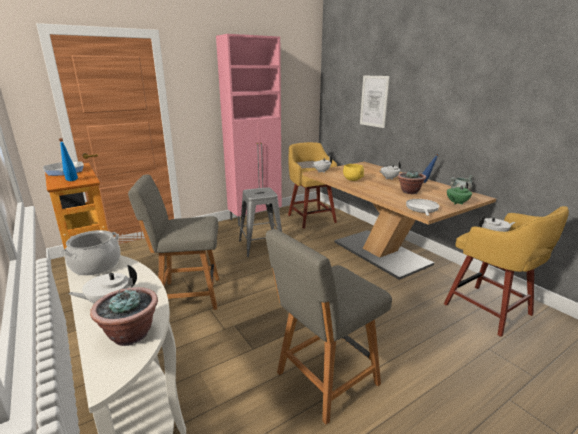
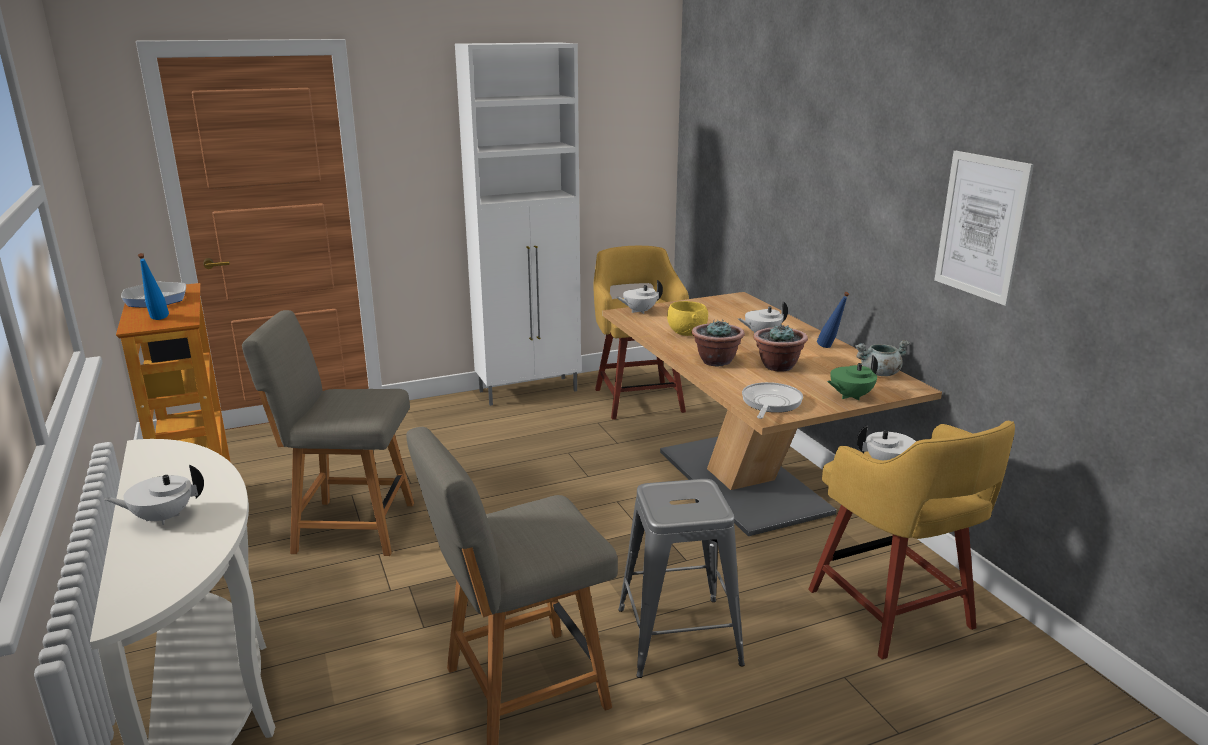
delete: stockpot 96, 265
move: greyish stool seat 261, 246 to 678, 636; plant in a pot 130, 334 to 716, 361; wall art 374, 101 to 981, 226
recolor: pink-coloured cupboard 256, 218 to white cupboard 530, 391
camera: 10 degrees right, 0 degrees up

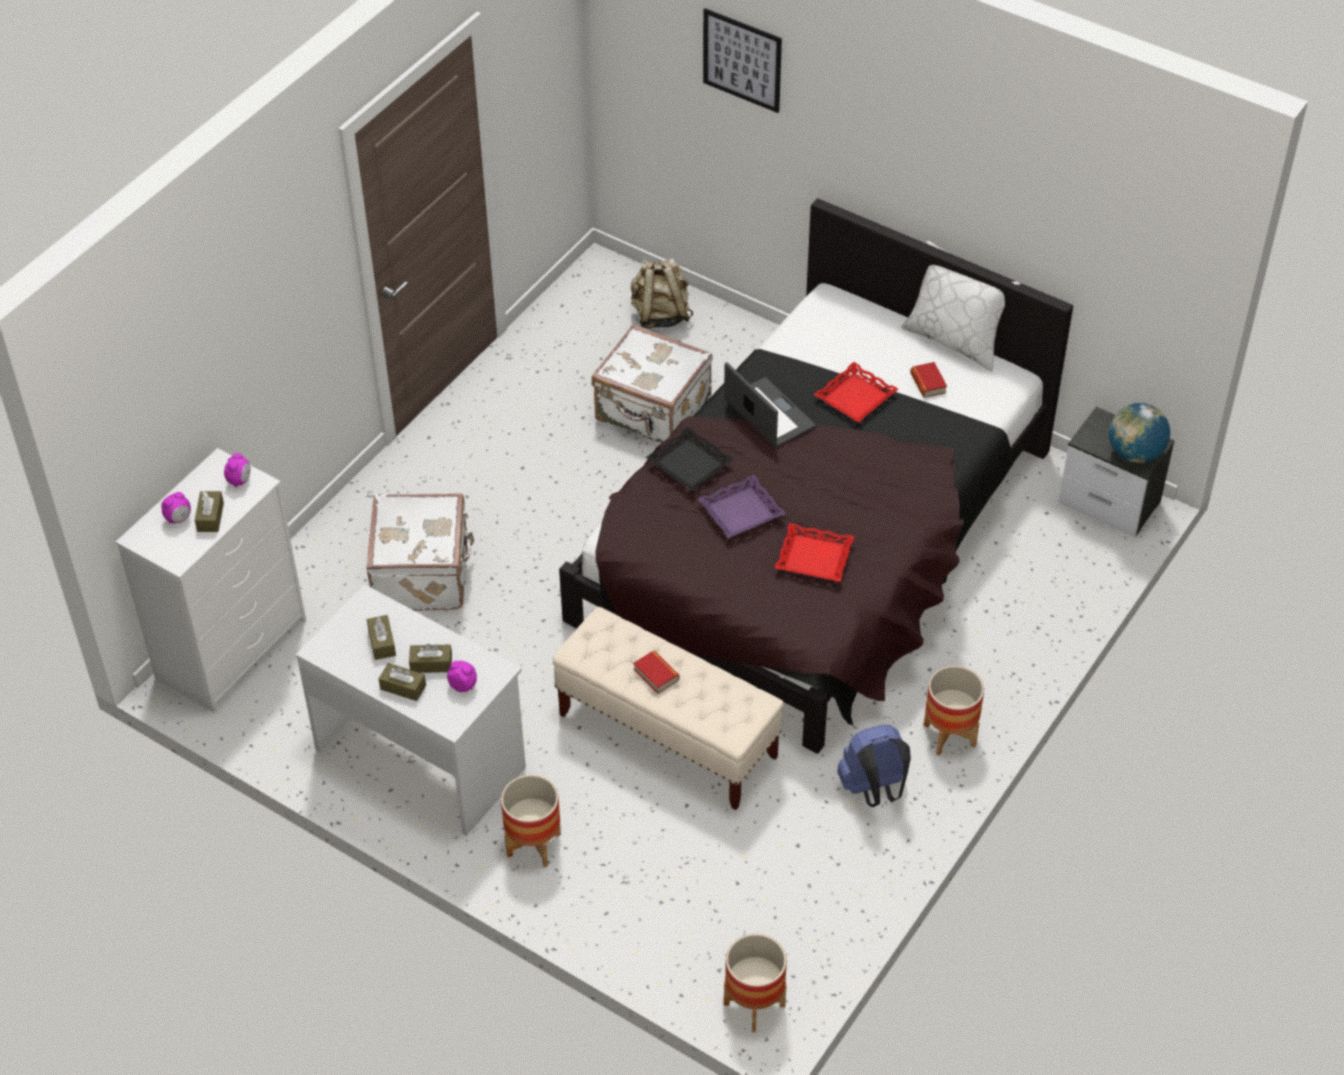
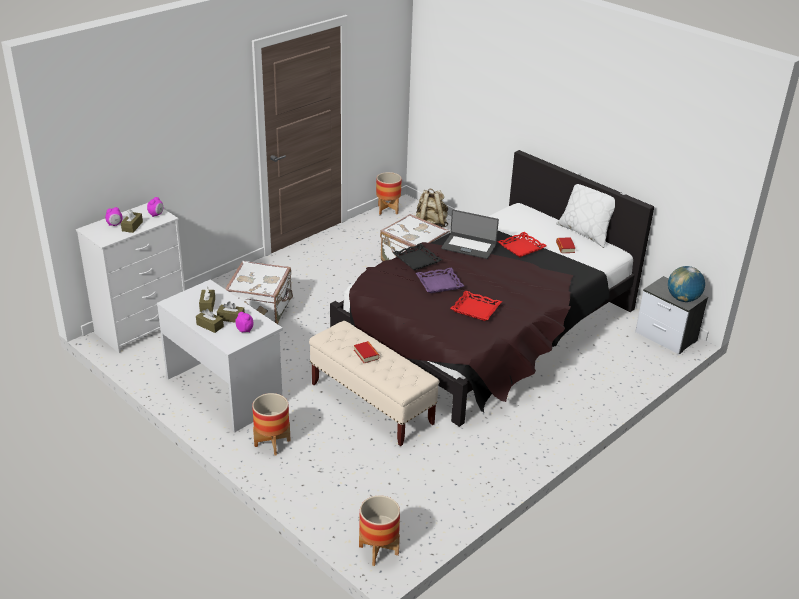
delete: wall art 742, 60; bluish backpack 874, 790
move: planter 949, 735 to 388, 210
rotate: portable computer 768, 414 = 469, 246 135 degrees clockwise
camera: 10 degrees right, 15 degrees down

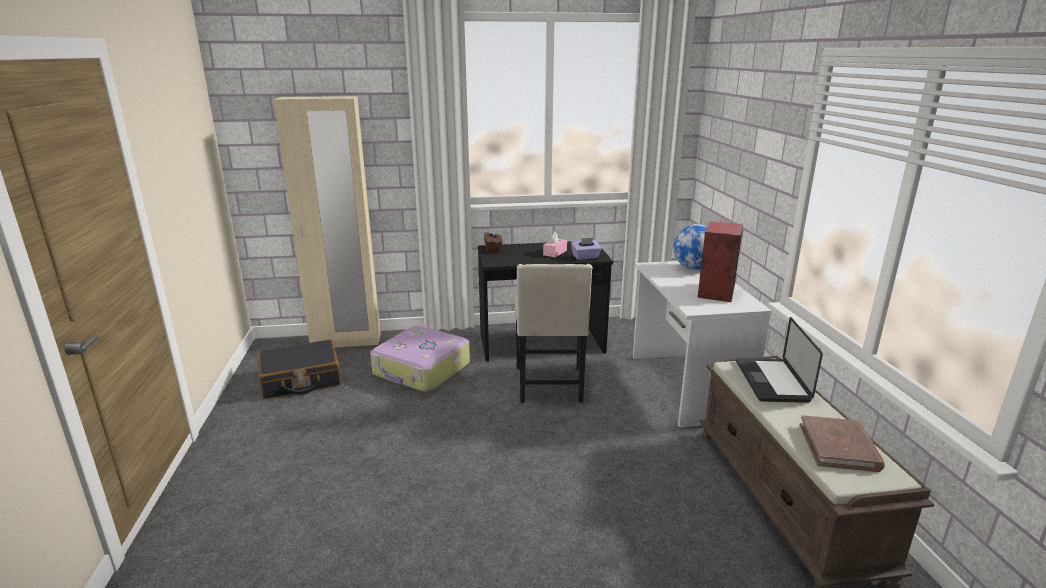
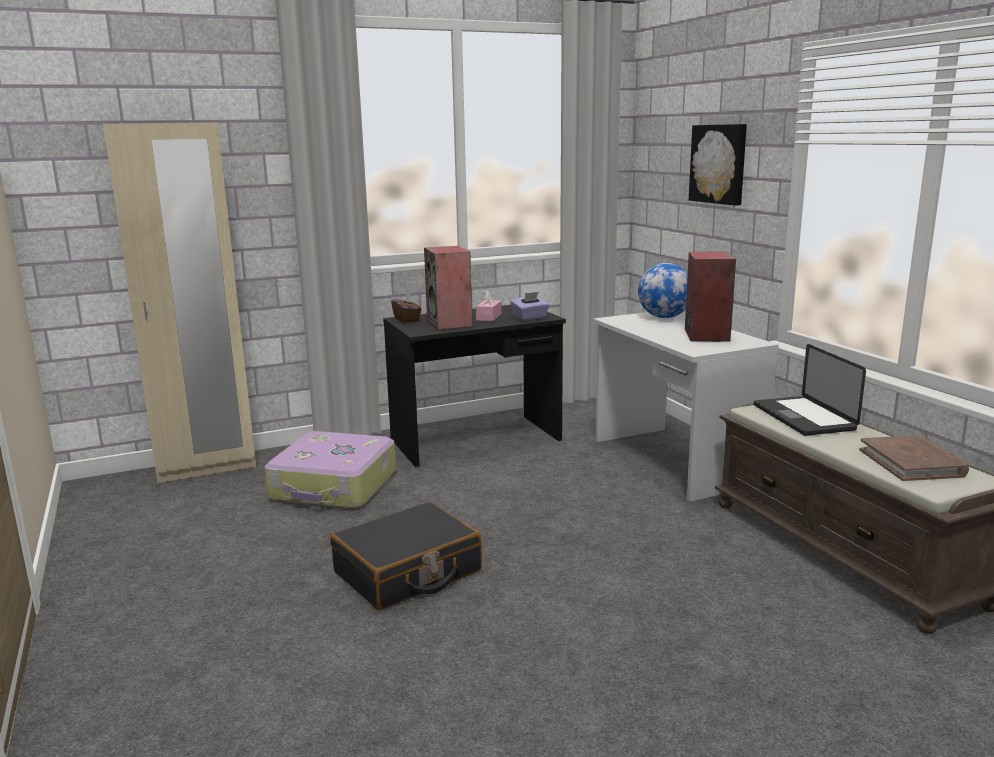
delete: sand-coloured plain chair 550, 385
insert: loudspeaker 450, 323; wall art 719, 164
move: blackish suitcase 301, 380 to 408, 572
camera: 15 degrees left, 5 degrees down

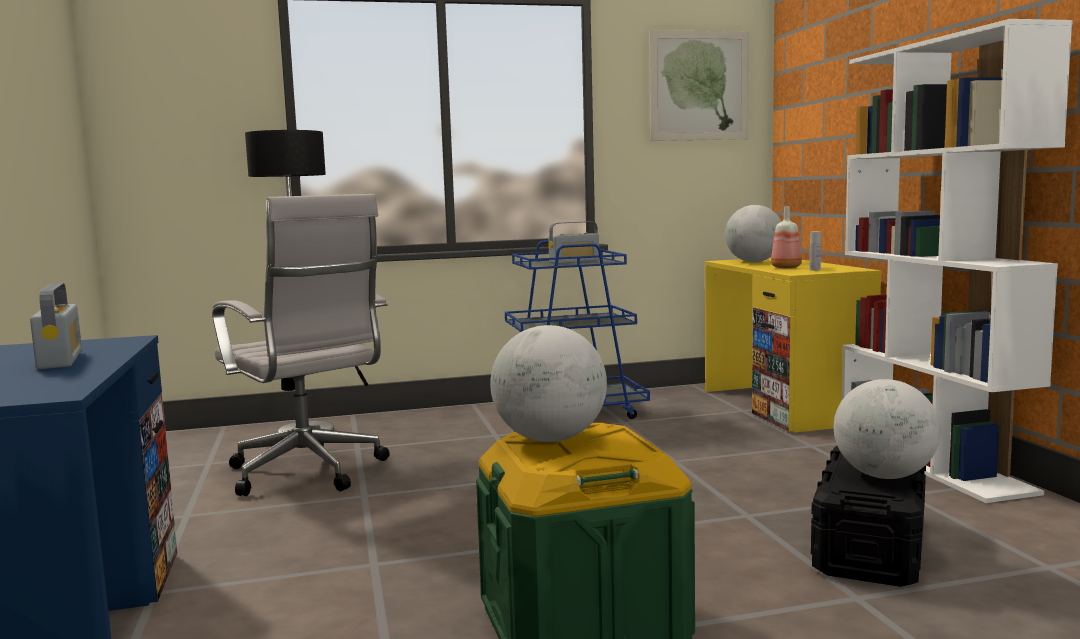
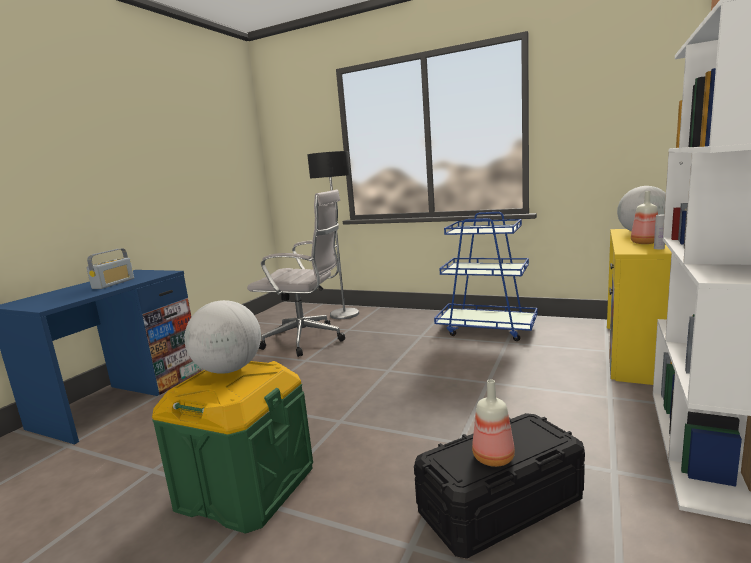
delete: radio set 574, 262; wall art 699, 86
replace: desk globe 884, 476 to drink bottle 494, 457
rotate: white desk chair 309, 473 = 307, 340 75 degrees counterclockwise
camera: 40 degrees right, 5 degrees up

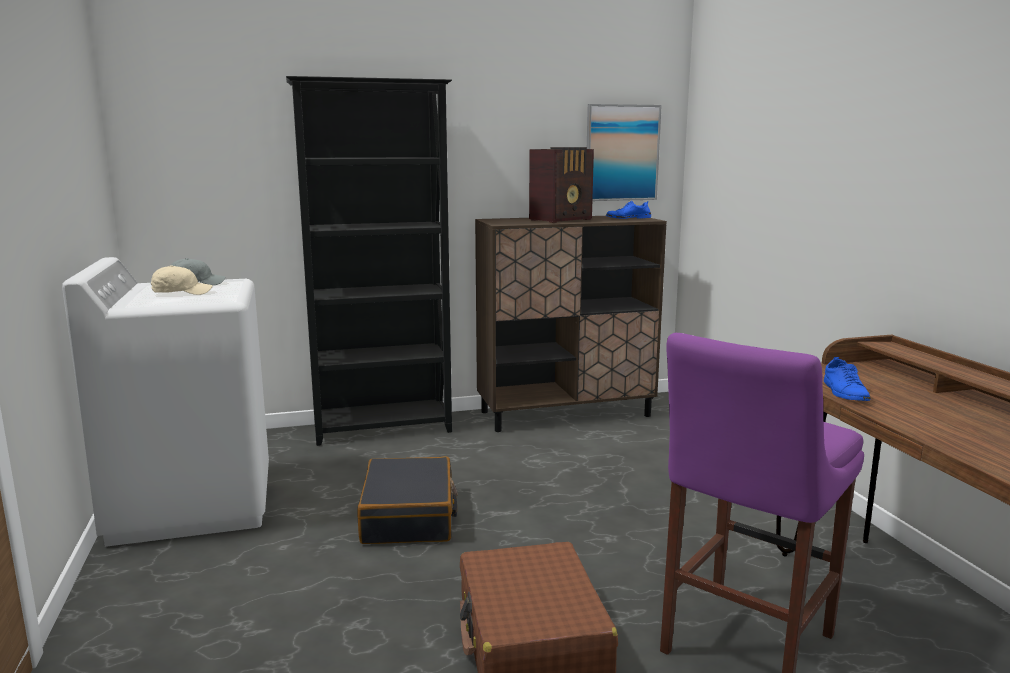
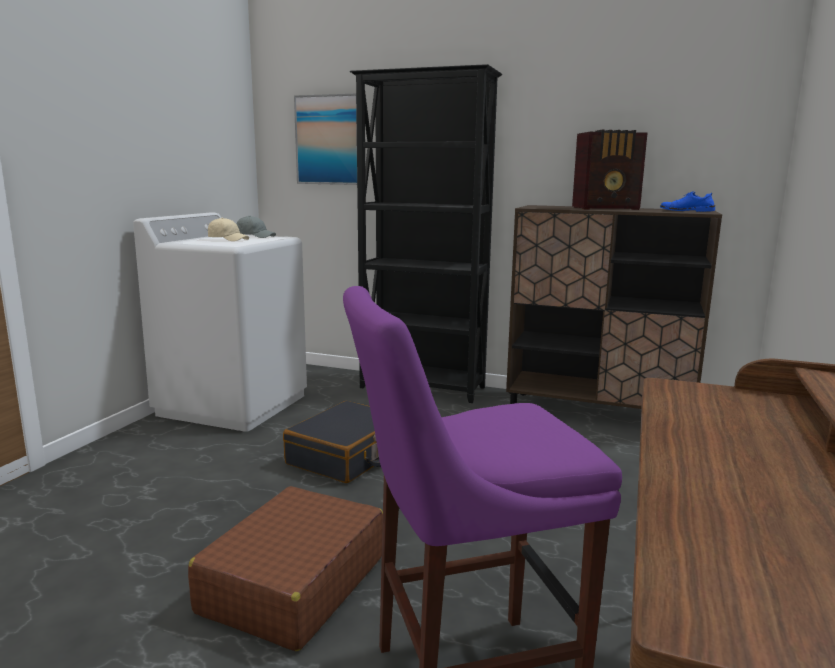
delete: bluish low shoe 845, 392
move: wall art 621, 153 to 328, 140
camera: 35 degrees right, 0 degrees up

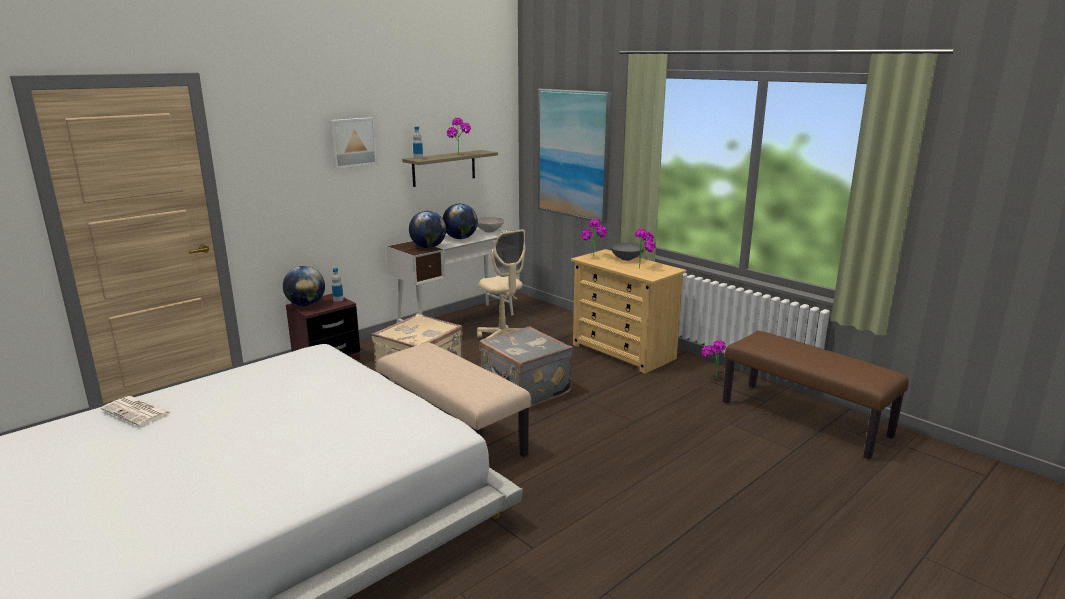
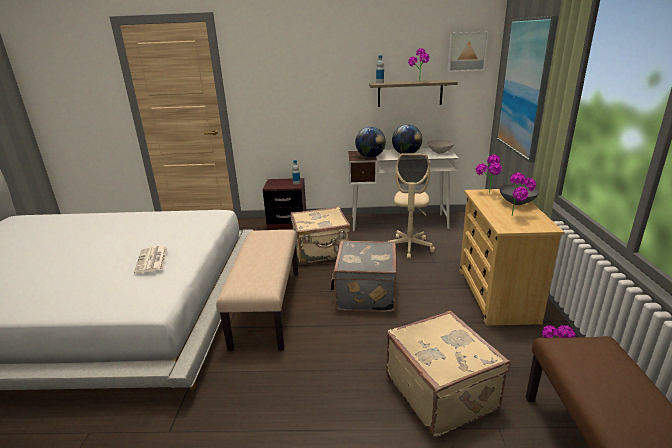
delete: desk globe 306, 305
insert: sand-coloured suitcase 441, 391
move: printed paper 137, 411 to 152, 260; wall art 352, 142 to 466, 51
camera: 45 degrees right, 5 degrees up

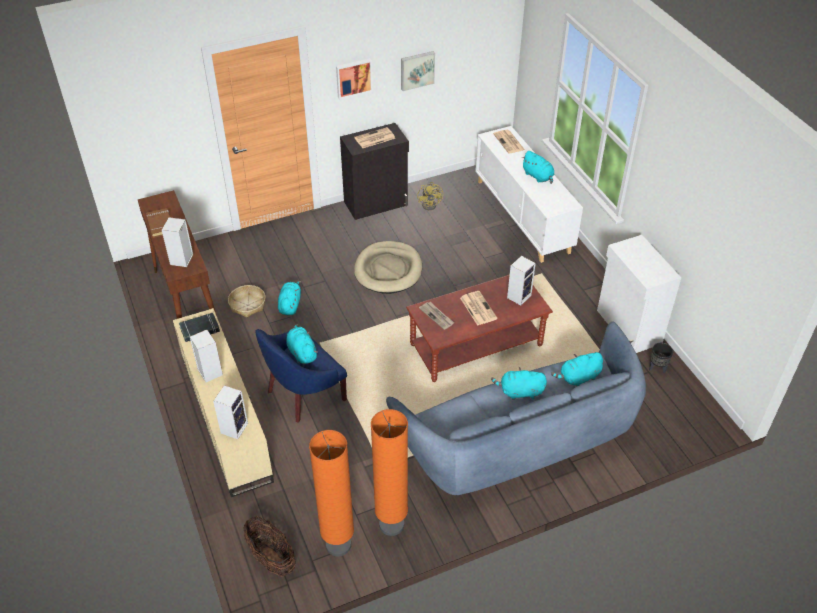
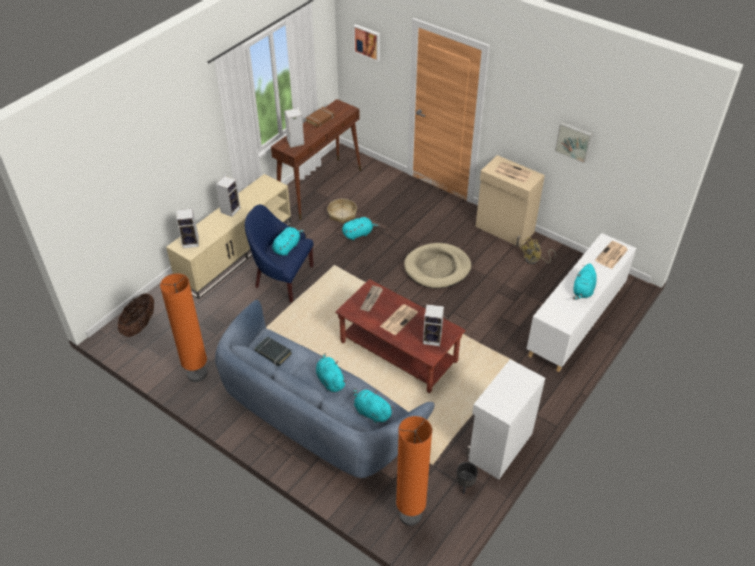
move: blackish bound book 200, 330 to 273, 353; wall art 353, 77 to 367, 42; orange-coloured standing lamp 338, 545 to 410, 515
recolor: blackish cupboard 376, 204 to sand-coloured cupboard 504, 230
camera: 60 degrees right, 0 degrees up

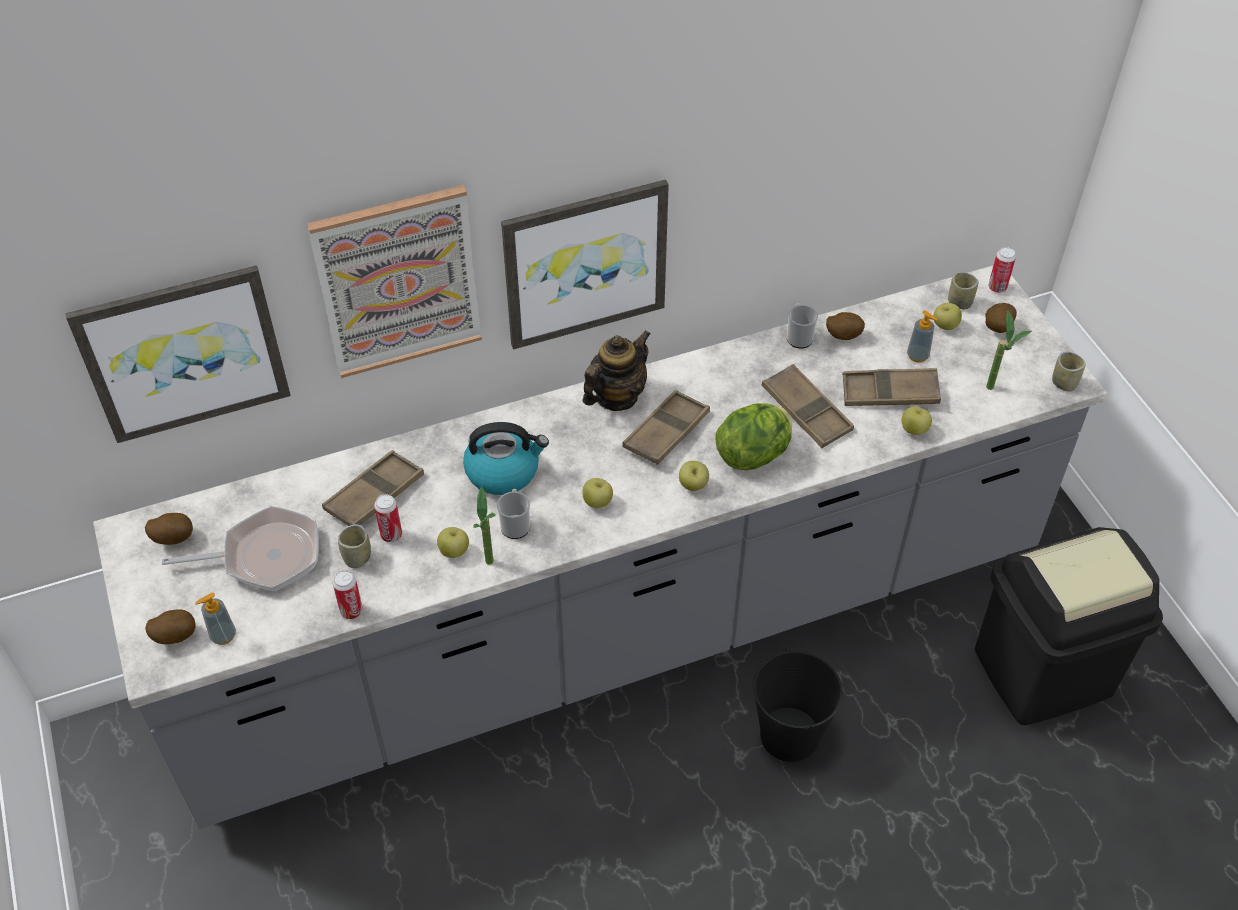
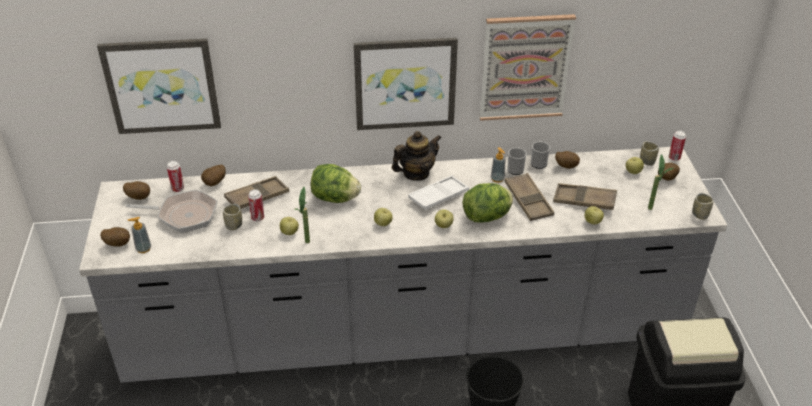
insert: whole potato 215, 183
move: metal can 351, 611 to 178, 189; wall art 398, 281 to 525, 67; soap bottle 917, 356 to 497, 179; coffee mug 515, 524 to 515, 168
replace: kettle 504, 471 to head of lettuce 335, 198
recolor: brownish tray 666, 432 to white tray 438, 196
camera: 15 degrees right, 10 degrees down

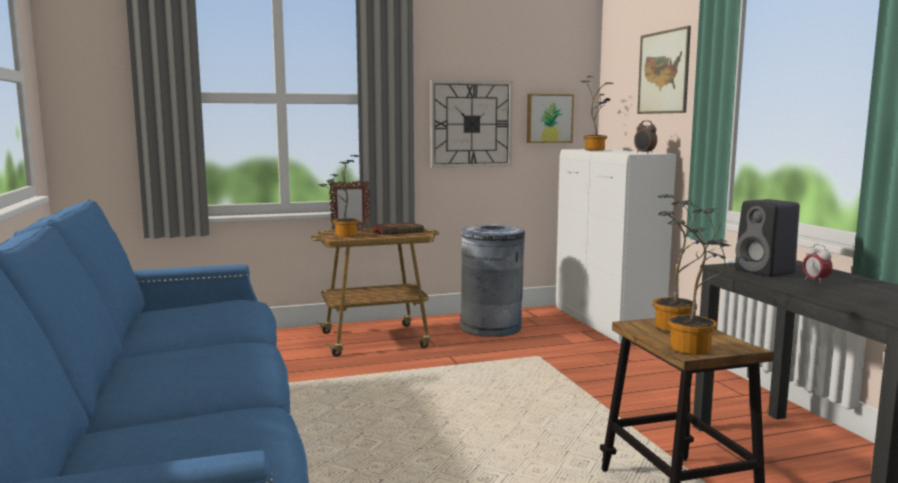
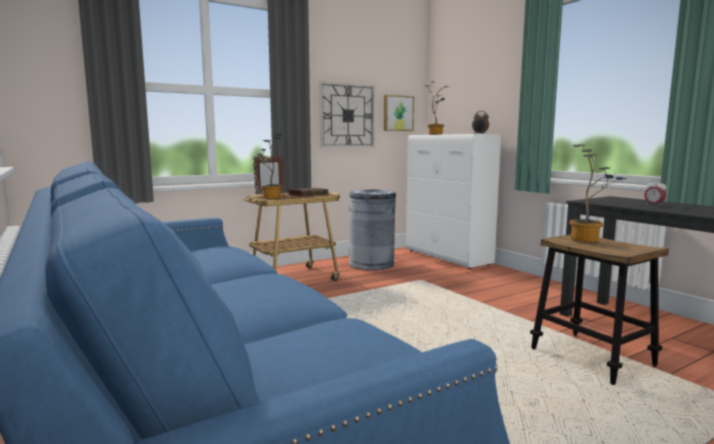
delete: wall art 663, 72; plant in a pot 696, 349; blackish loudspeaker 766, 272
camera: 15 degrees left, 0 degrees up

